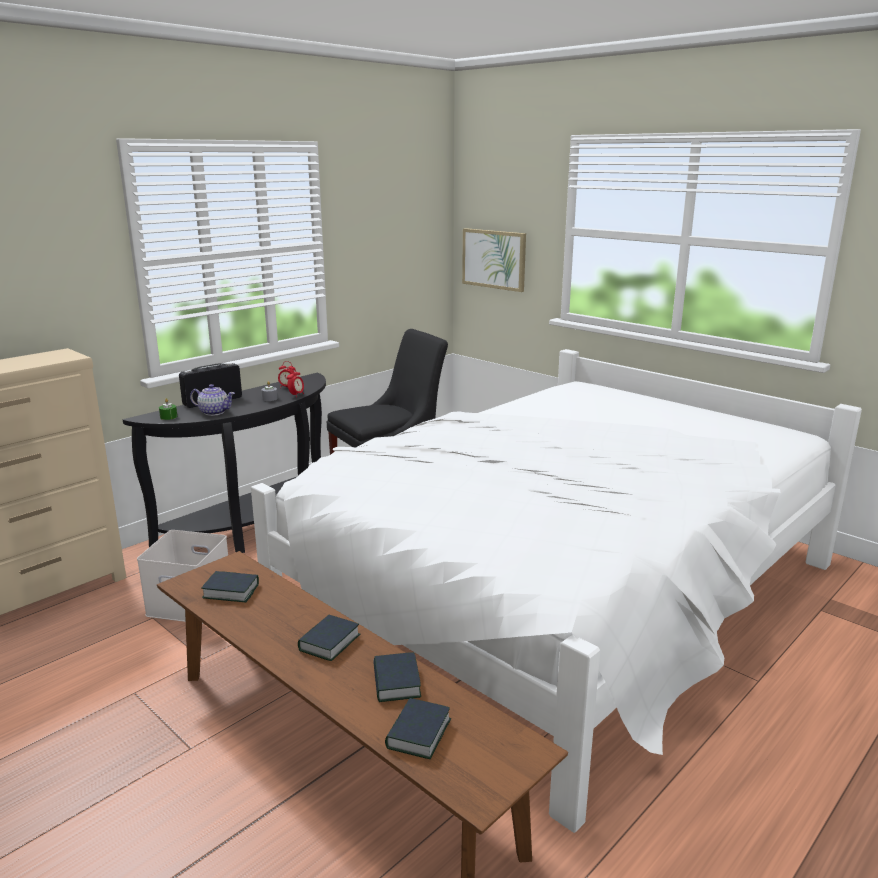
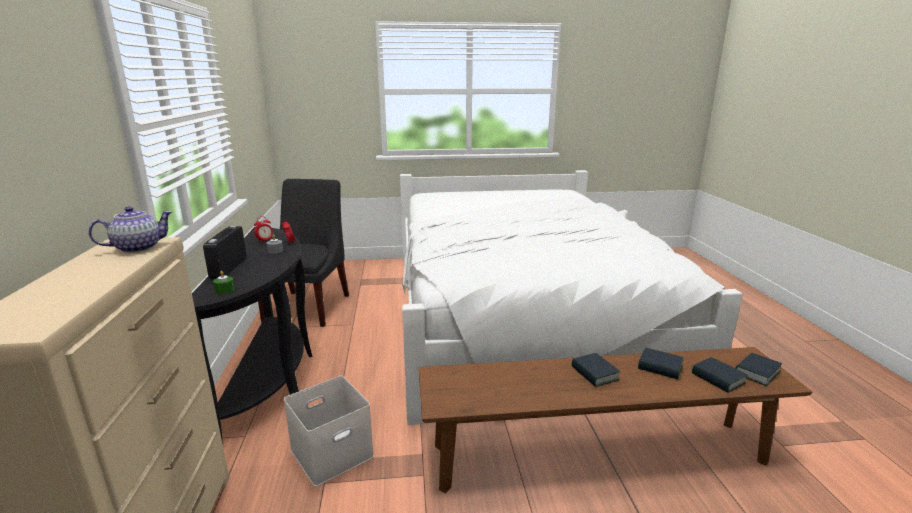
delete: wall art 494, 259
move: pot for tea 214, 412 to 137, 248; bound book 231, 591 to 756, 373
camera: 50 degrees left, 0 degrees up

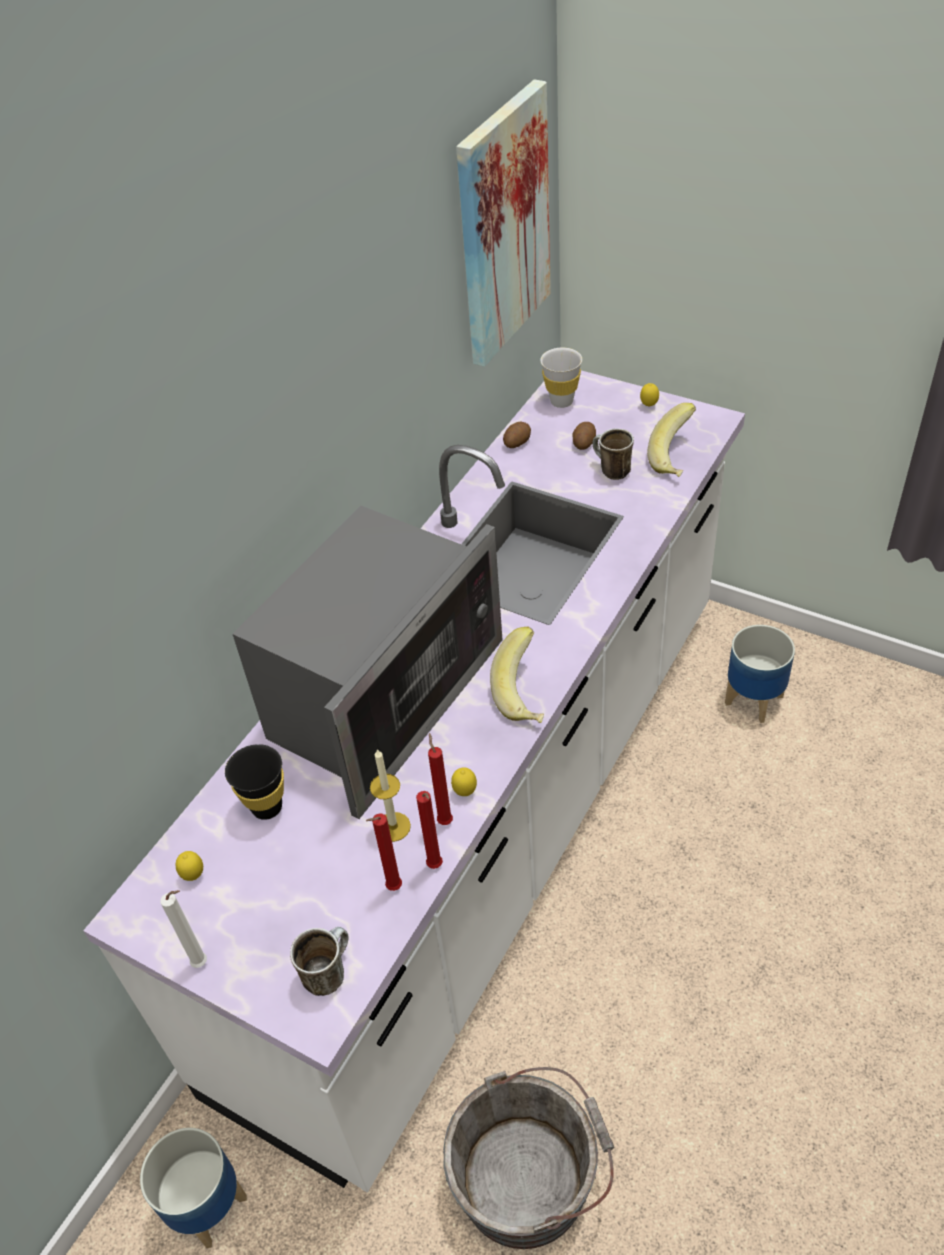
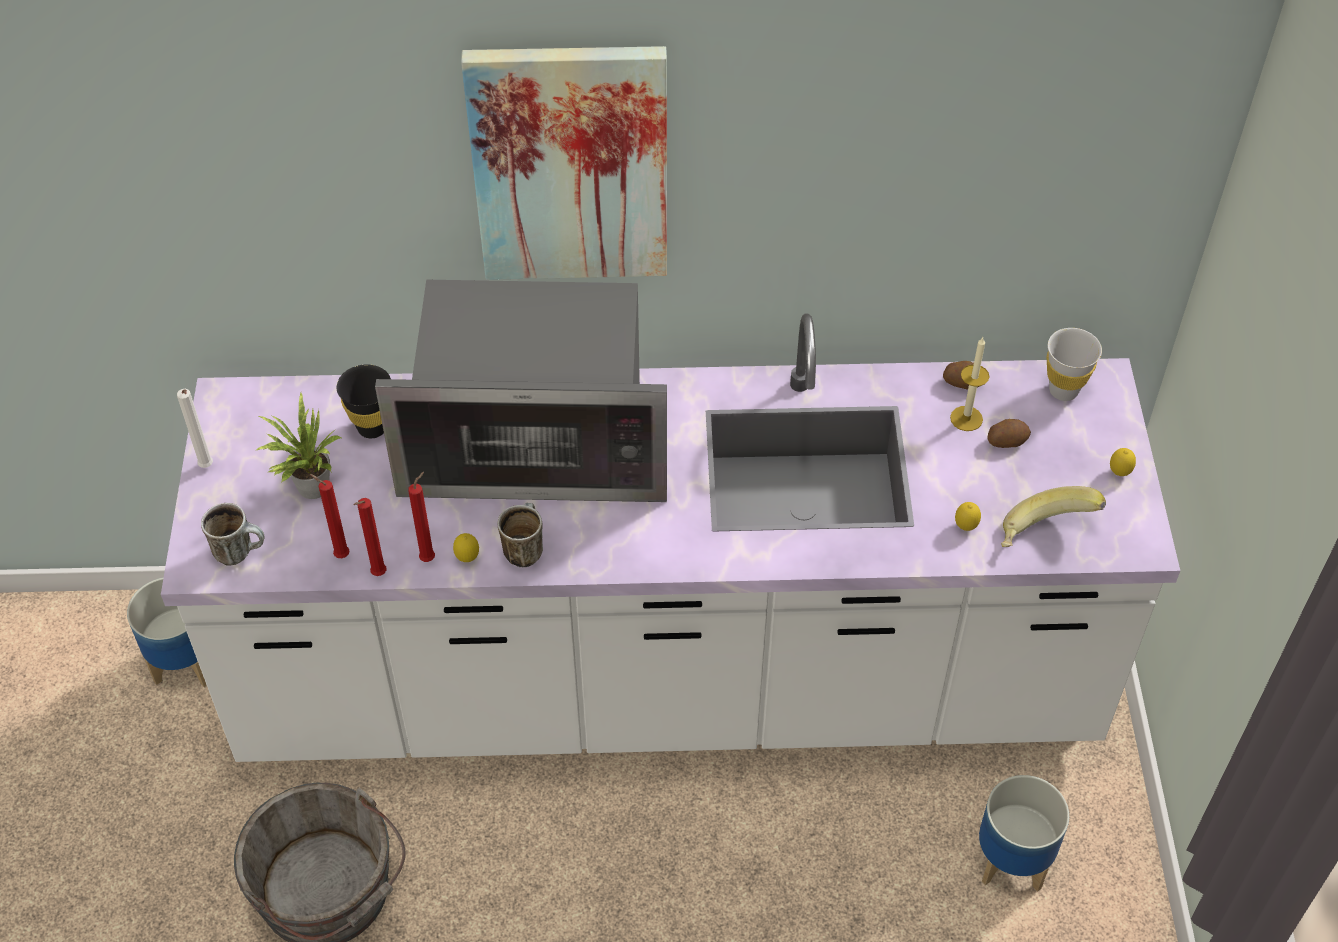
delete: banana 526, 694
insert: plant in a pot 309, 487
move: wall art 502, 226 to 570, 163; coffee mug 610, 471 to 523, 548; wax candle 393, 827 to 966, 418; lemon 194, 876 to 965, 527
camera: 55 degrees right, 5 degrees up

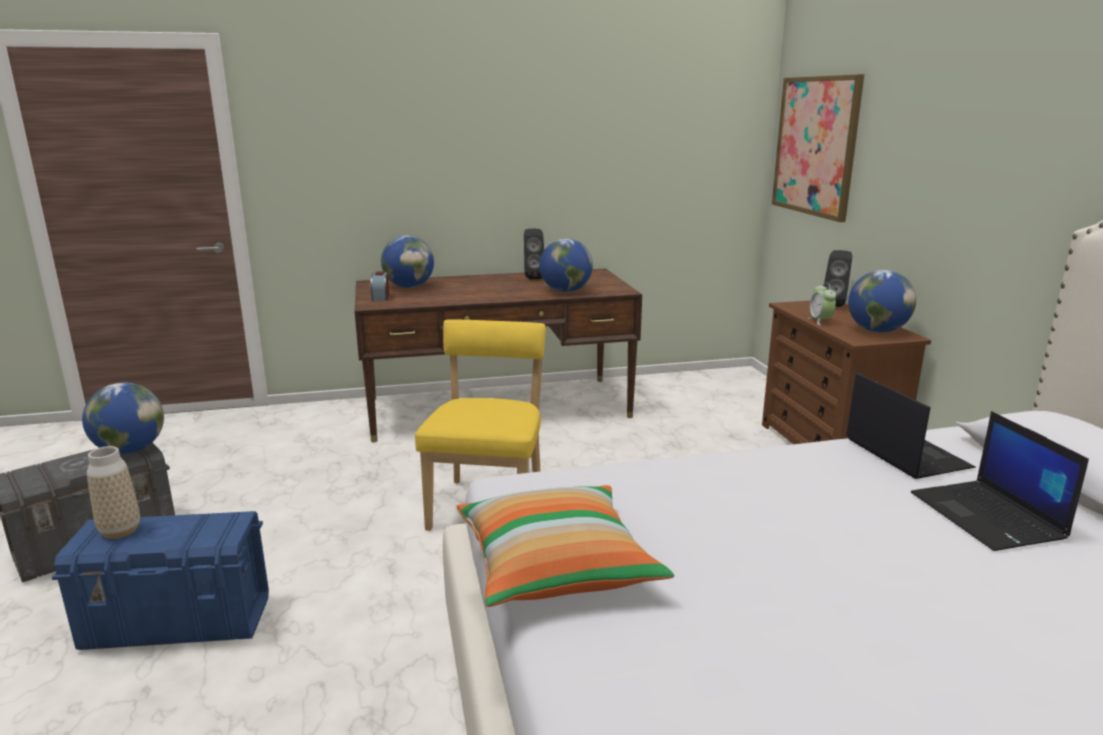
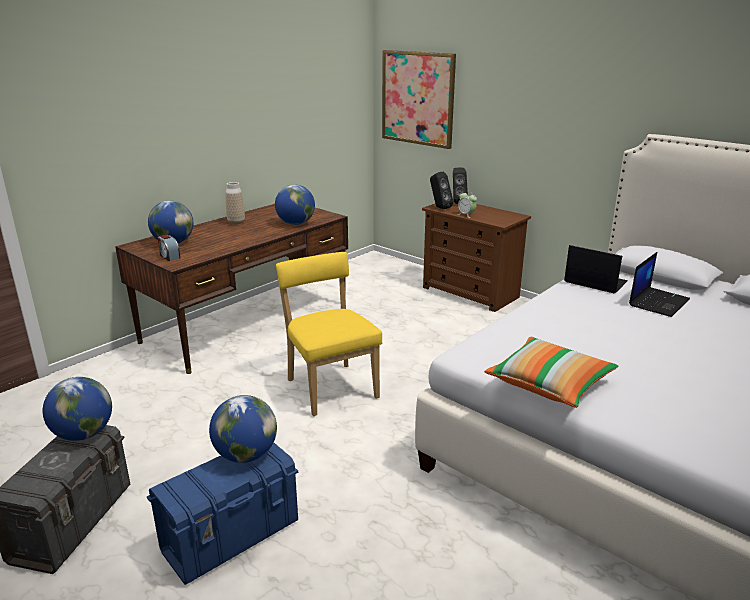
move: desk globe 877, 331 to 246, 455; vase 120, 531 to 236, 222; blackish loudspeaker 533, 278 to 439, 207
rotate: portable computer 988, 516 = 658, 302 90 degrees counterclockwise
camera: 35 degrees left, 5 degrees up

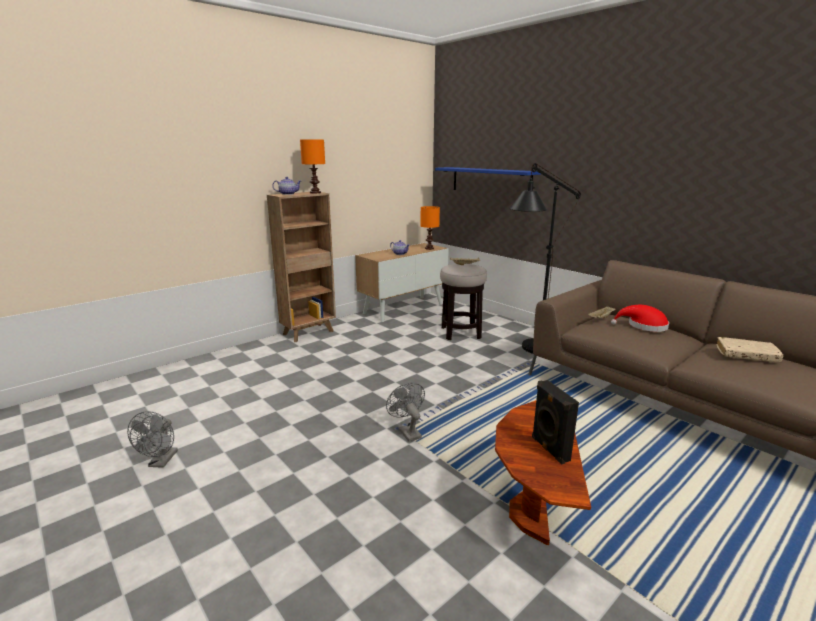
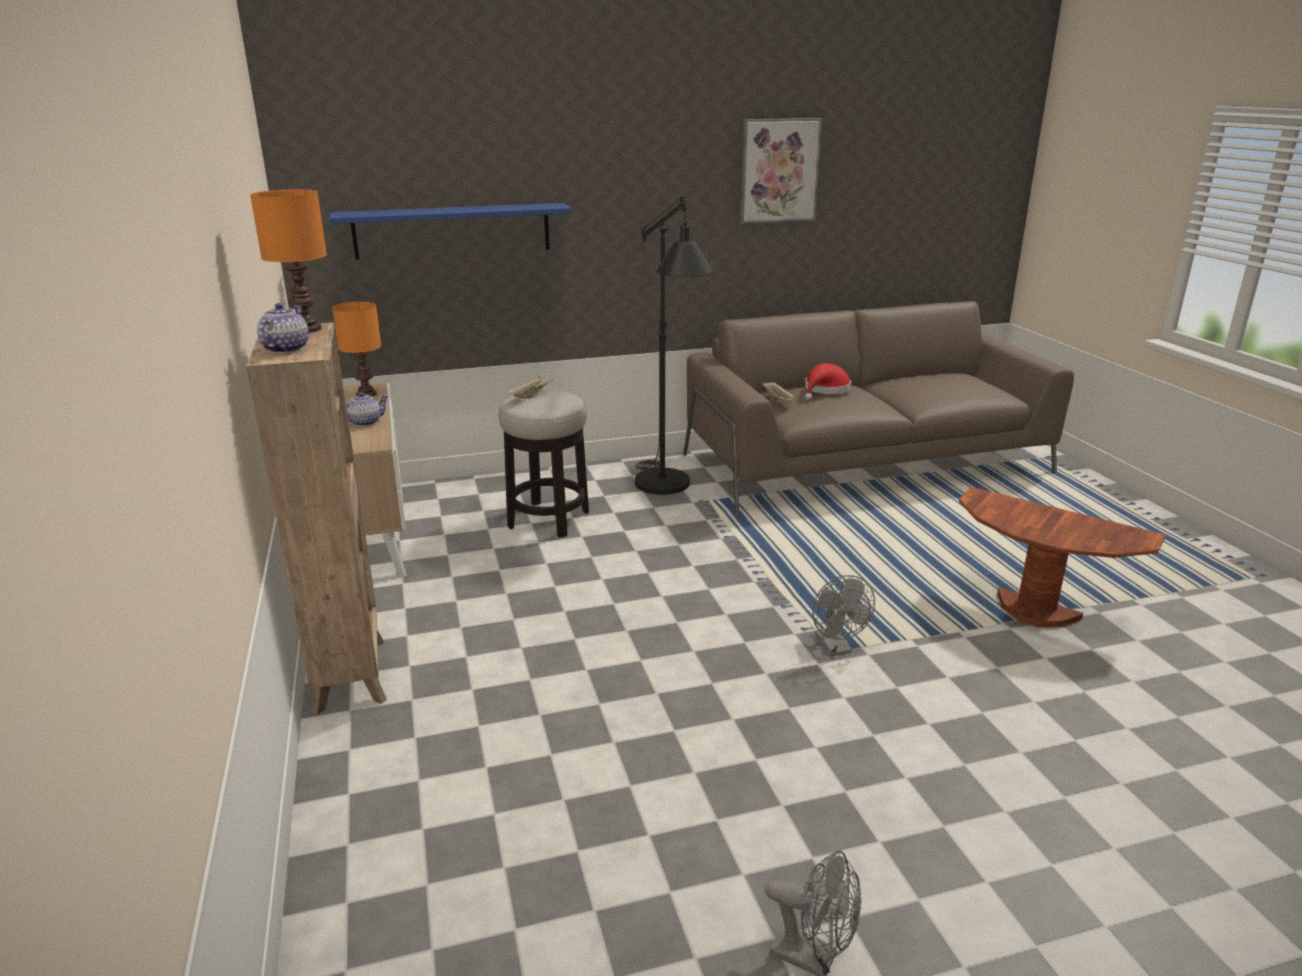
delete: blackish loudspeaker 549, 449; sand-coloured bound book 746, 355
insert: wall art 778, 171
rotate: greyish fan 407, 431 = 836, 648 105 degrees counterclockwise
camera: 65 degrees left, 5 degrees up

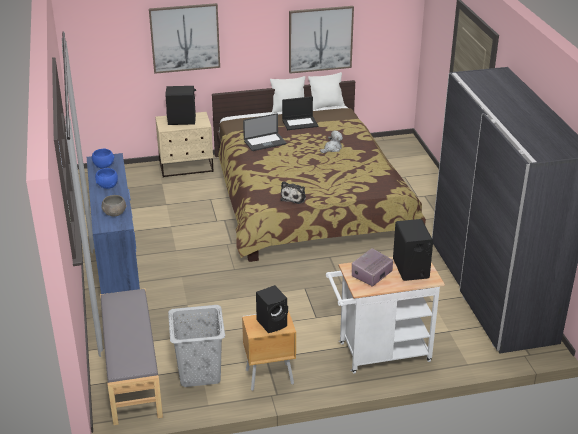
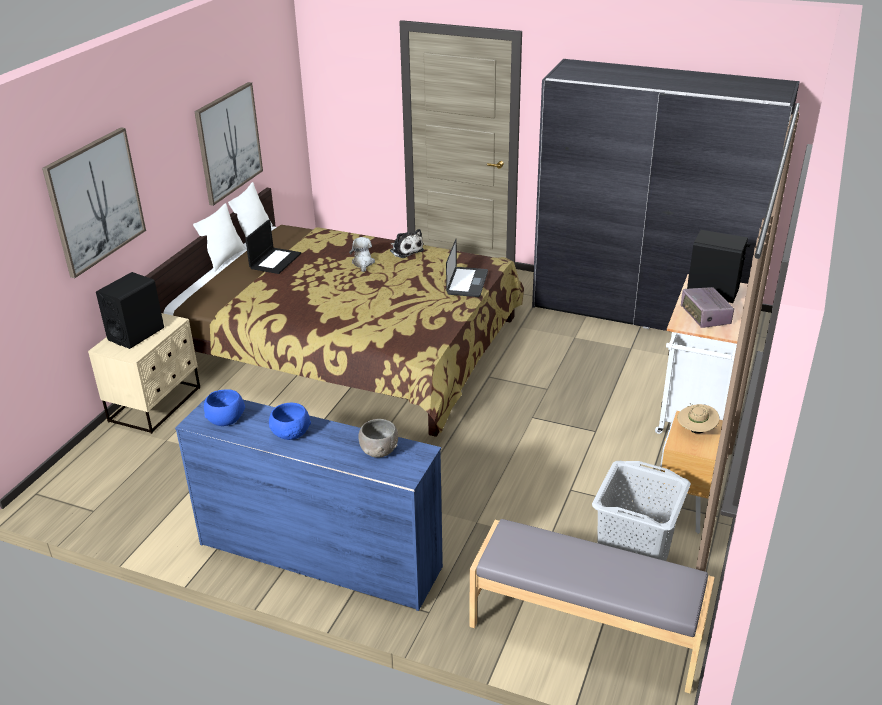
move: soft toy 294, 197 to 405, 250; portable computer 265, 143 to 467, 283
replace: blackish loudspeaker 273, 323 to sand-coloured wearable hat 696, 430
camera: 55 degrees left, 0 degrees up

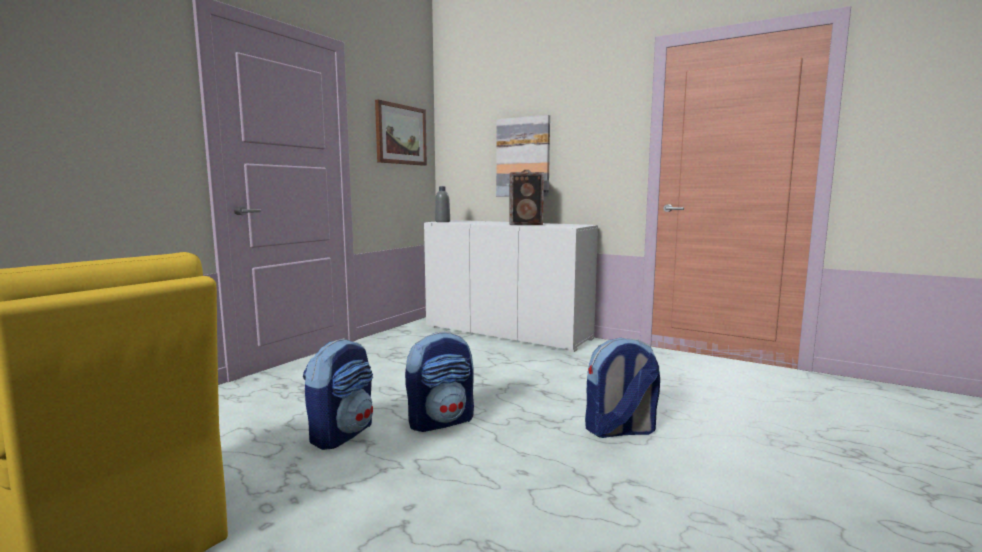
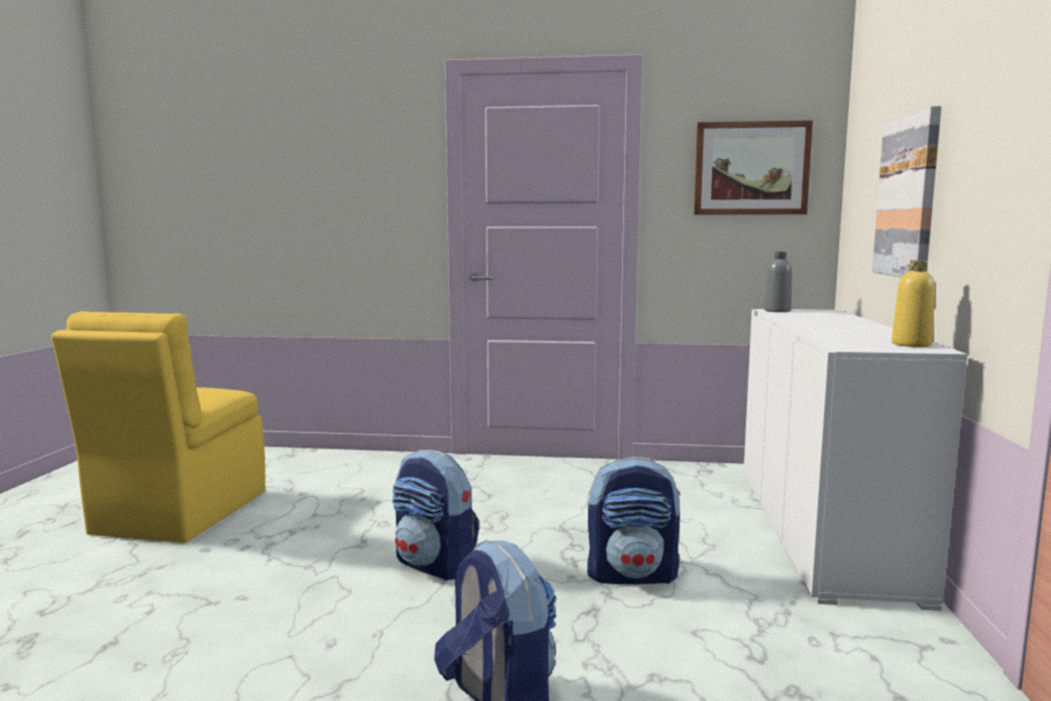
delete: loudspeaker 527, 224
insert: yellow drink bottle 911, 344
move: backpack 342, 434 to 632, 575
camera: 65 degrees right, 0 degrees up

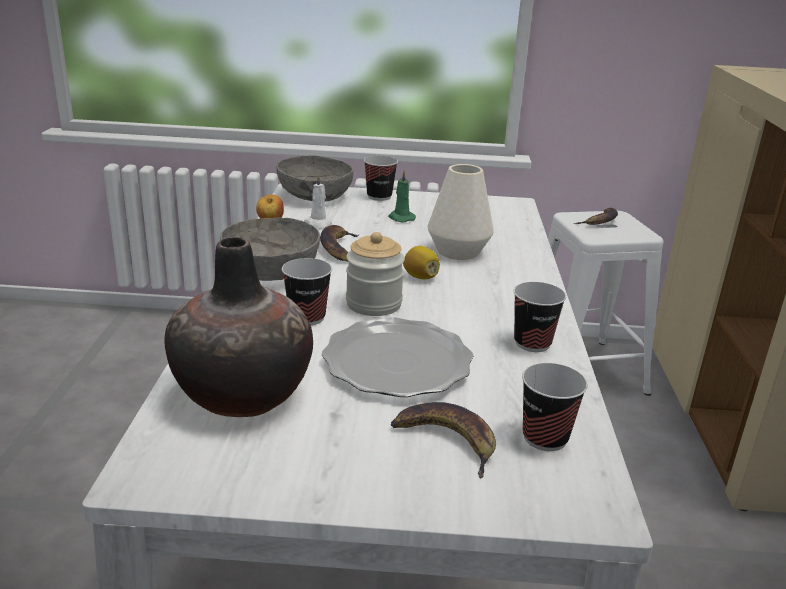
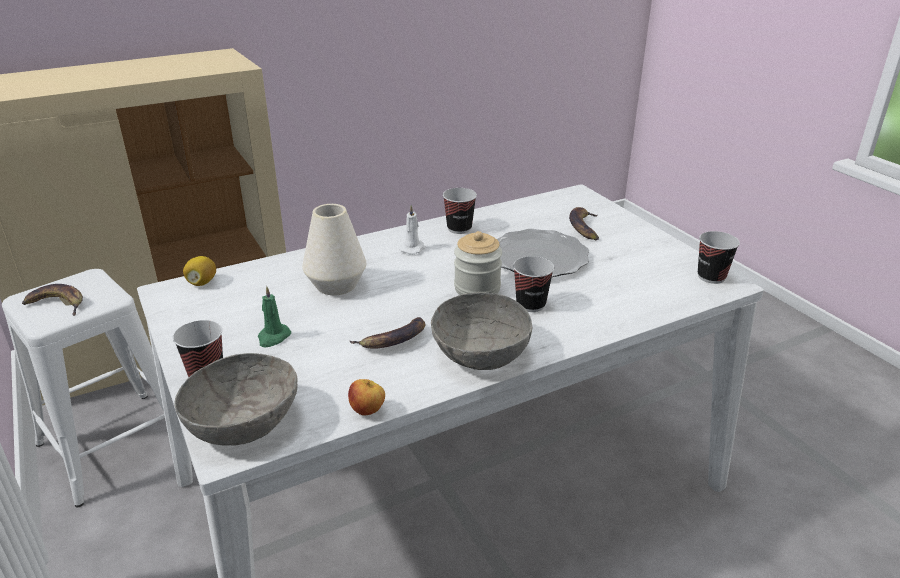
delete: vase 243, 393
move: lemon 420, 277 to 202, 282; white wax candle 319, 224 to 413, 248; drinking cup 545, 438 to 711, 277
camera: 120 degrees left, 5 degrees up

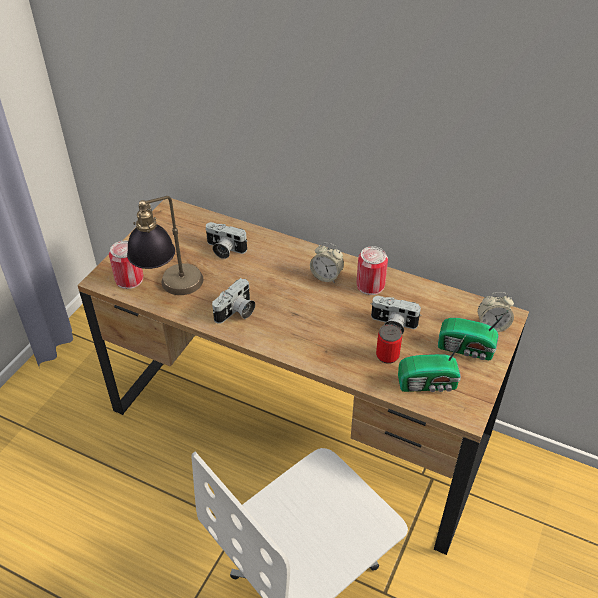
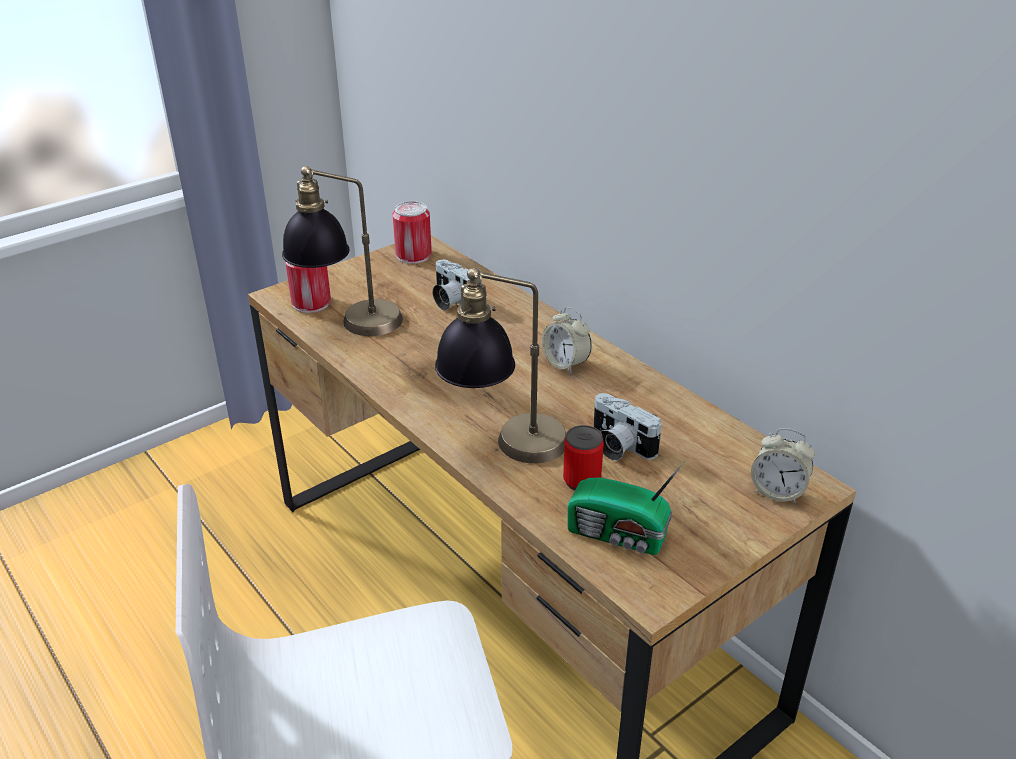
delete: still camera 236, 312; radio set 467, 349
insert: tabletop lamp 504, 449
move: metal can 370, 285 to 413, 255
camera: 25 degrees right, 10 degrees down

